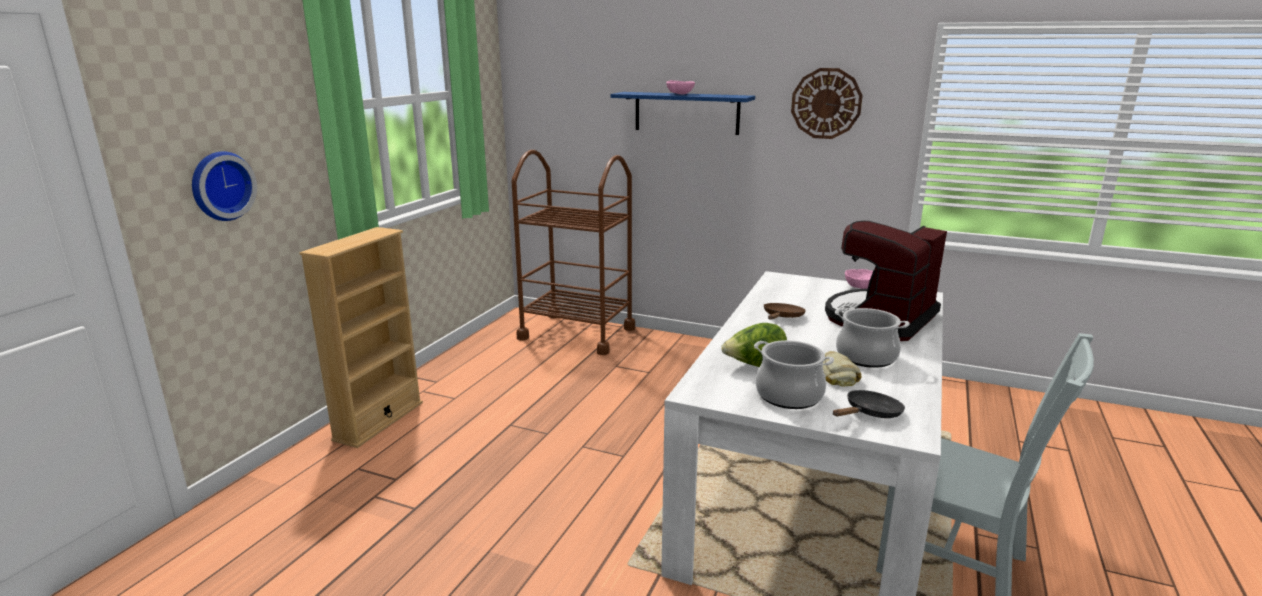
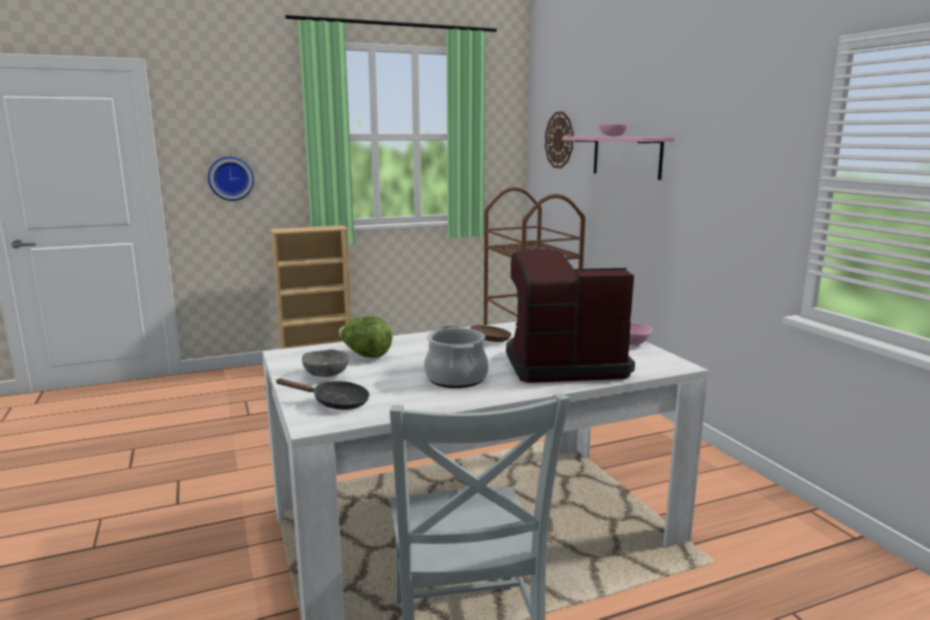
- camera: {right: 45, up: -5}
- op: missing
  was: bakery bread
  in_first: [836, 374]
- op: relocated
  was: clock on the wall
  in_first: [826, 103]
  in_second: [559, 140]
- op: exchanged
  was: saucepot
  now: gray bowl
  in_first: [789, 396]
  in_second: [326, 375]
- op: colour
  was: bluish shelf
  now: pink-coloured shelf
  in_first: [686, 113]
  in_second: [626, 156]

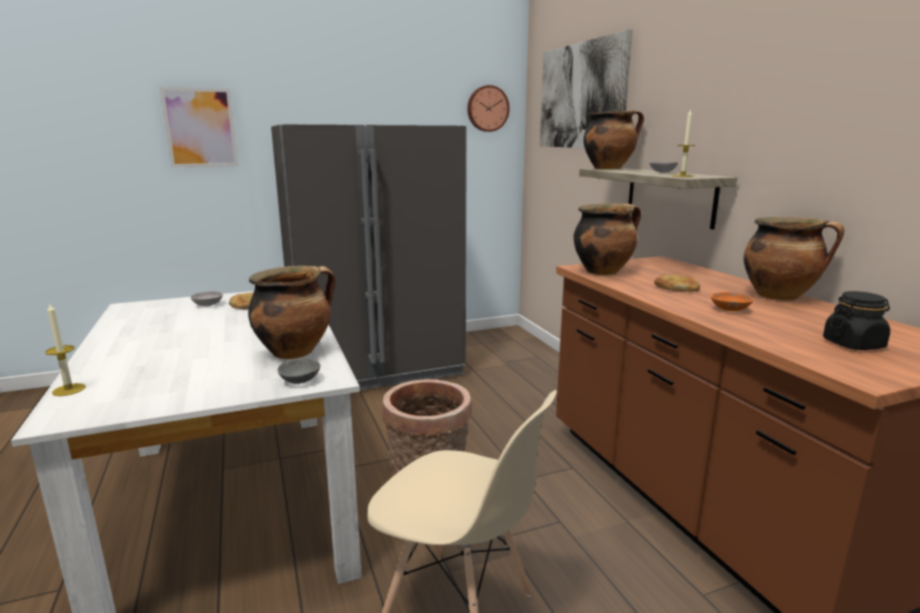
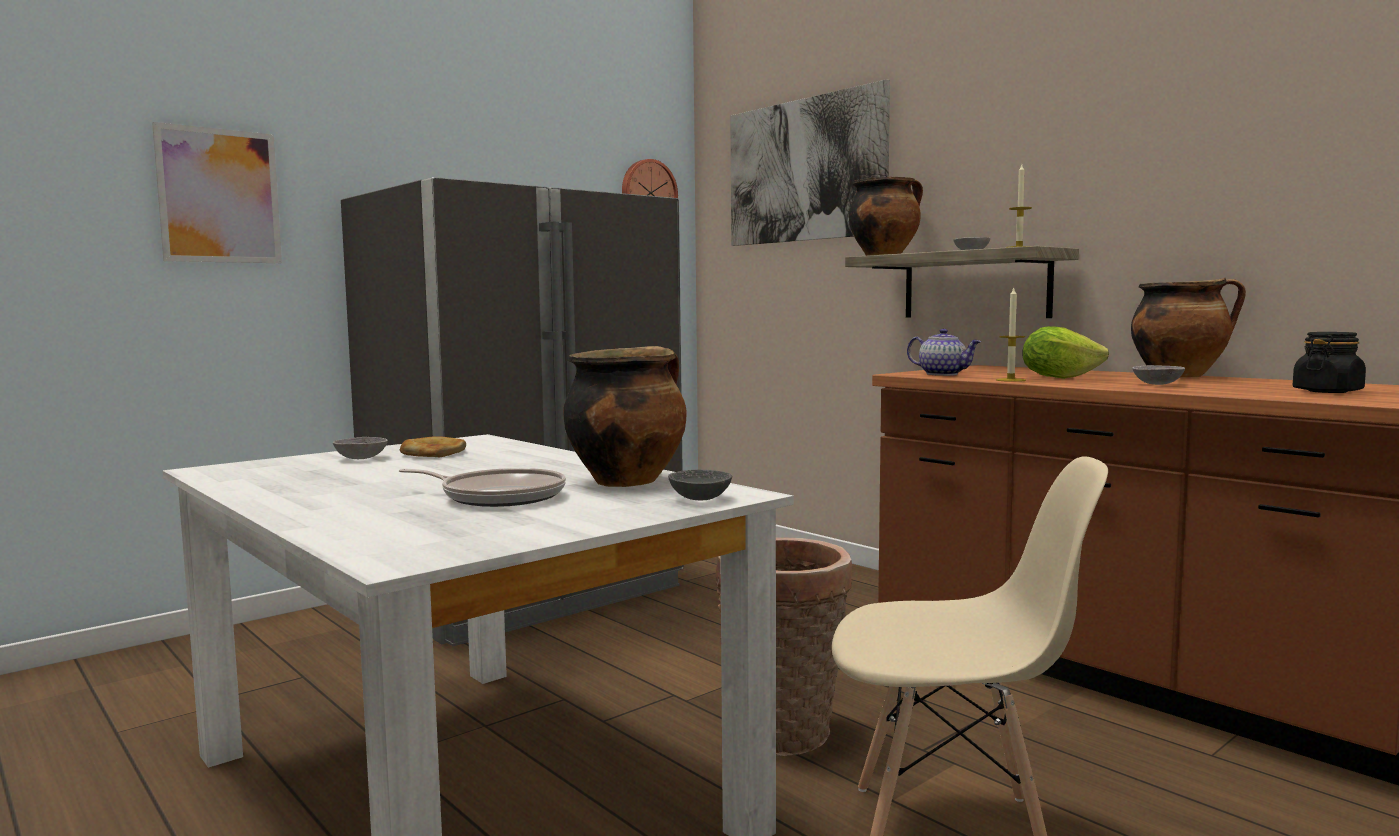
- camera: {right: -20, up: -10}
- op: appeared
  now: skillet
  in_second: [498, 496]
- op: relocated
  was: wax candle
  in_first: [69, 389]
  in_second: [1010, 380]
- op: exchanged
  was: saucepot
  now: teapot
  in_first: [603, 271]
  in_second: [943, 374]
- op: exchanged
  was: bakery bread
  now: head of lettuce
  in_first: [676, 287]
  in_second: [1058, 377]
- op: colour
  was: orangey bowl
  now: gray bowl
  in_first: [730, 310]
  in_second: [1157, 384]

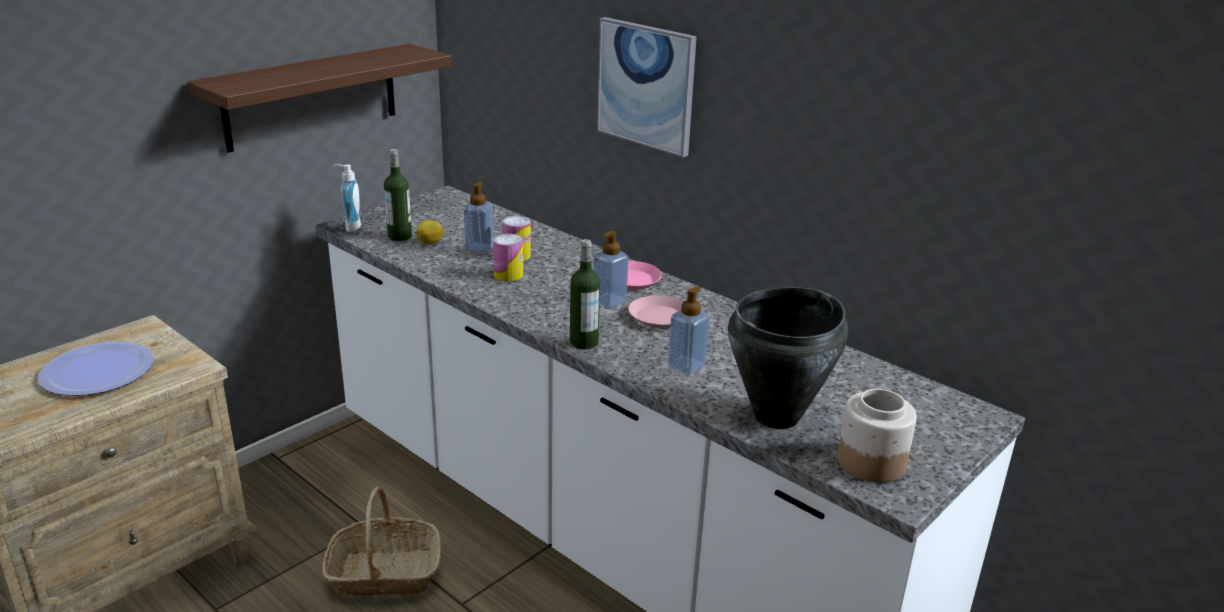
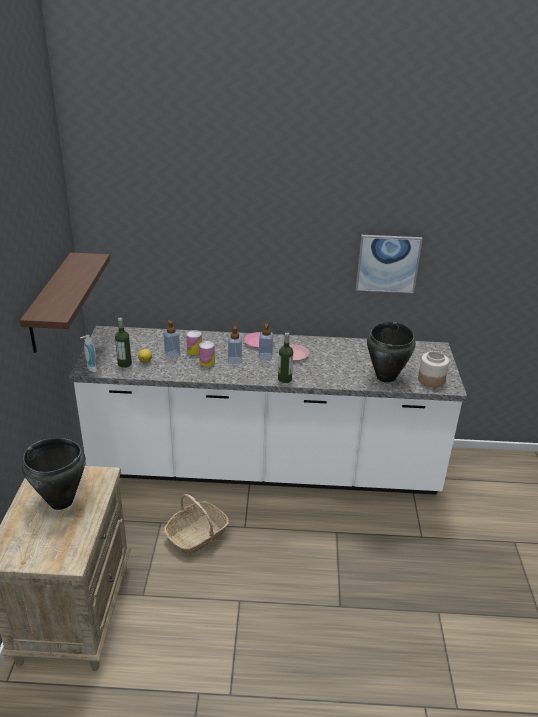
- camera: {right: -40, up: 5}
- op: relocated
  was: wall art
  in_first: [646, 85]
  in_second: [387, 263]
- op: relocated
  was: soap dispenser
  in_first: [686, 365]
  in_second: [234, 360]
- op: exchanged
  was: plate
  now: blackish saucepot
  in_first: [97, 371]
  in_second: [61, 502]

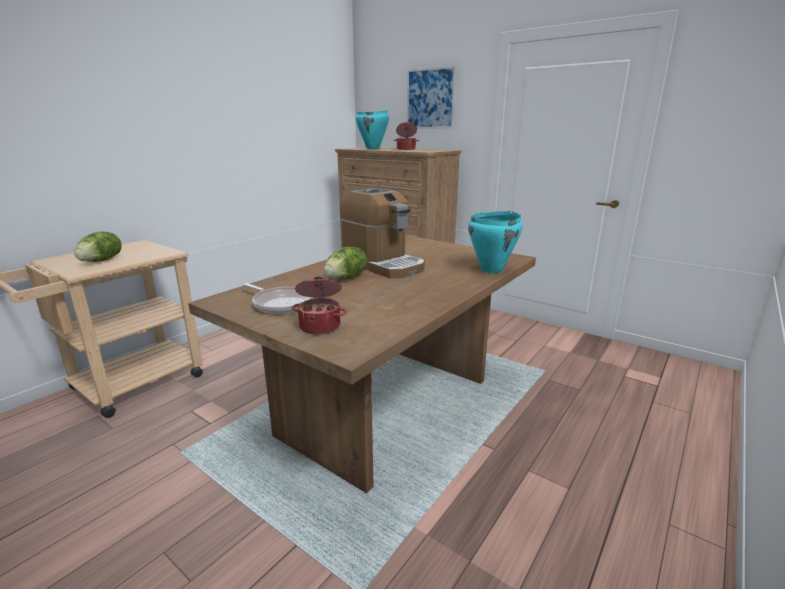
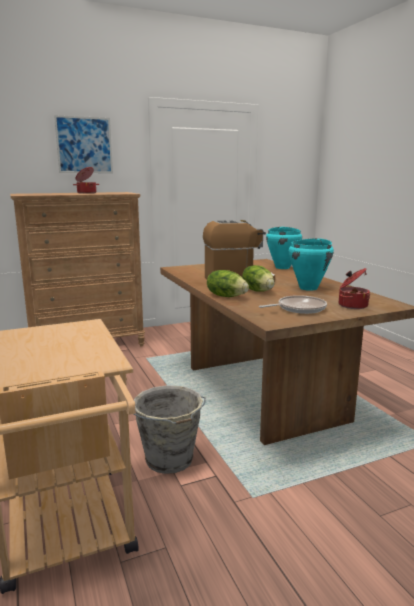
- camera: {right: -60, up: -5}
- op: appeared
  now: gray pail
  in_second: [170, 460]
- op: relocated
  was: head of lettuce
  in_first: [102, 261]
  in_second: [226, 296]
- op: relocated
  was: turquoise-coloured saucepot
  in_first: [373, 148]
  in_second: [309, 288]

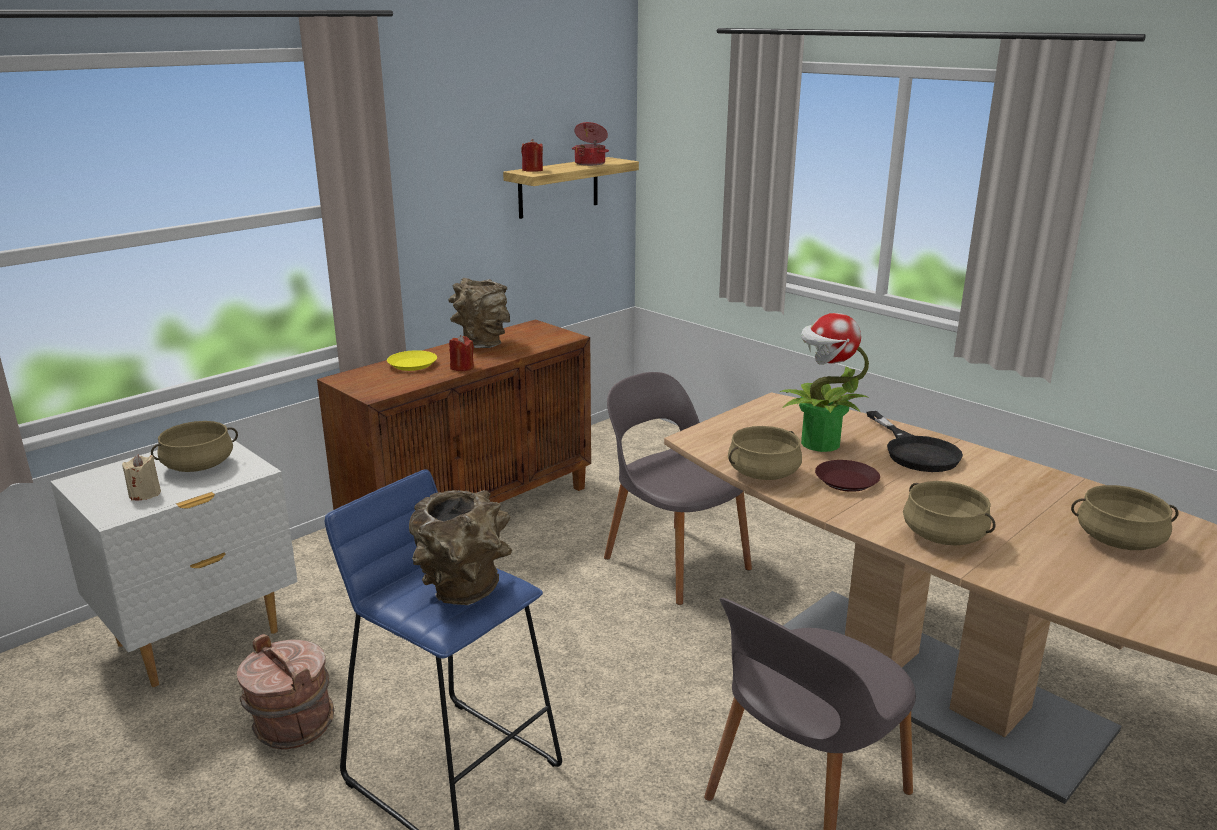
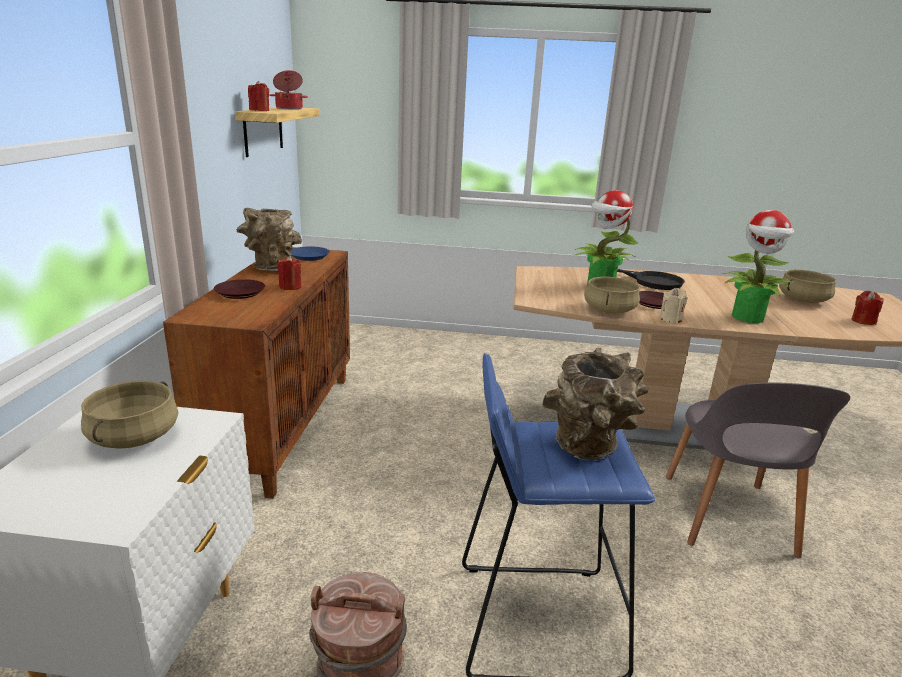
- camera: {right: -40, up: 0}
- op: missing
  was: gray chair
  in_first: [674, 561]
- op: appeared
  now: bluish plate
  in_second: [309, 256]
- op: appeared
  now: reddish wax candle
  in_second: [863, 321]
- op: relocated
  was: beige-coloured wax candle
  in_first: [145, 494]
  in_second: [670, 319]
- op: exchanged
  was: beige-coloured saucepot
  now: potted plant
  in_first: [944, 535]
  in_second: [748, 318]
- op: colour
  was: yellow-coloured plate
  now: brown-coloured plate
  in_first: [412, 365]
  in_second: [240, 293]

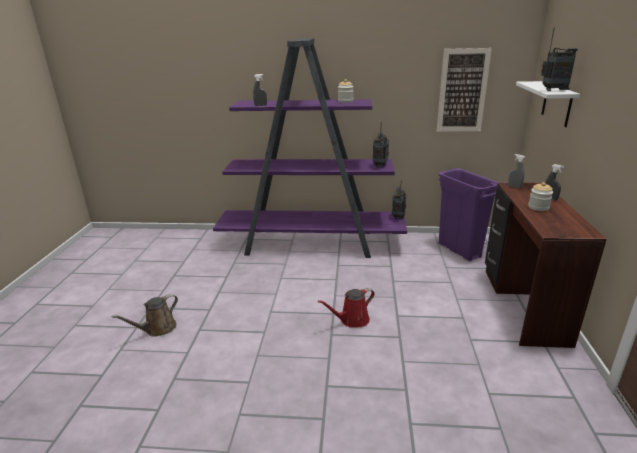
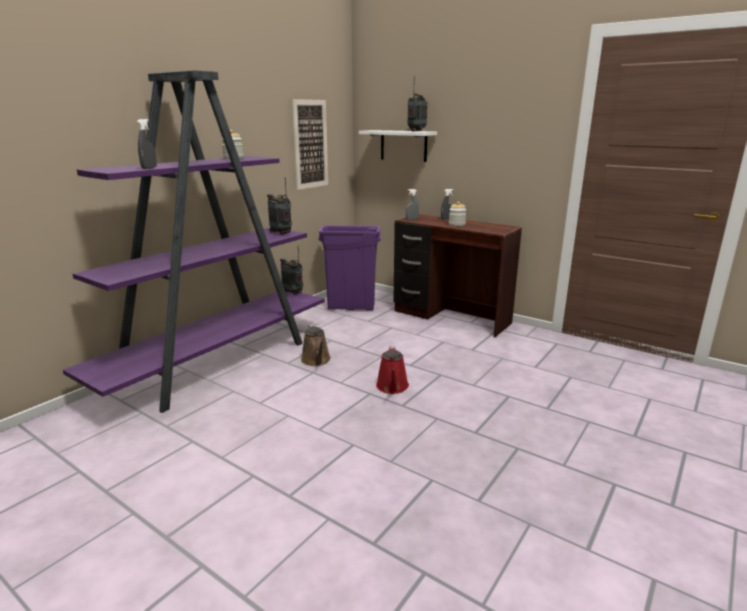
- camera: {right: -60, up: -5}
- op: relocated
  was: brown-coloured watering can
  in_first: [158, 329]
  in_second: [316, 361]

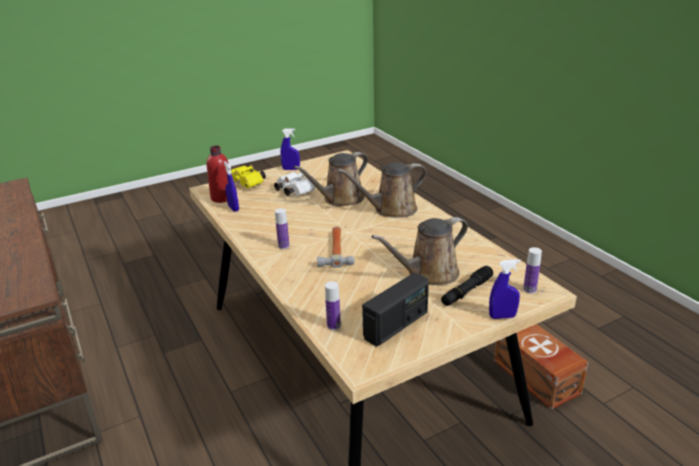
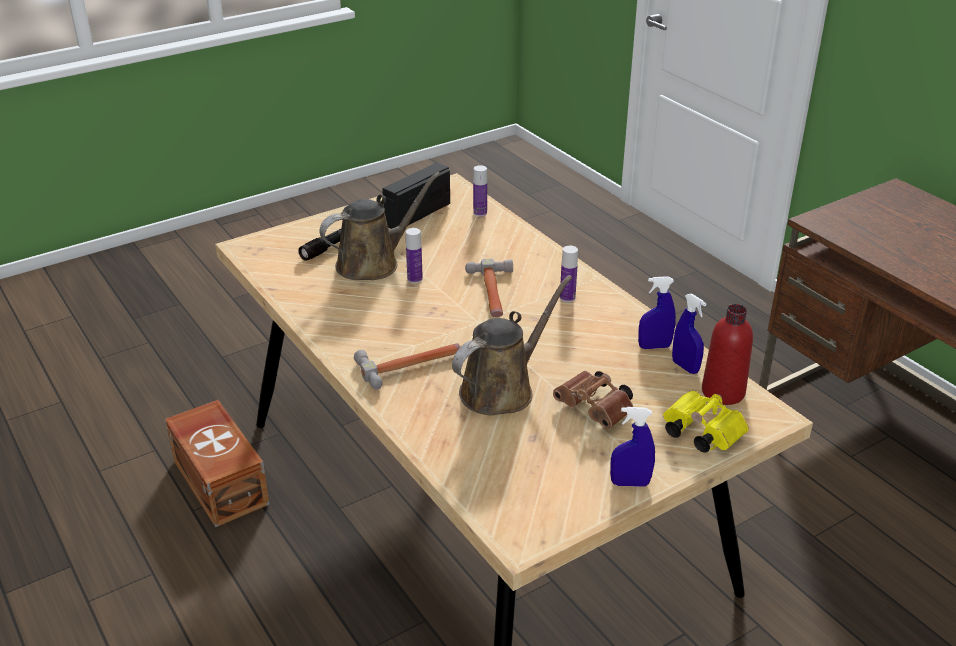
- camera: {right: 175, up: 5}
- op: relocated
  was: bluish spray bottle
  in_first: [502, 316]
  in_second: [654, 346]
- op: relocated
  was: beverage bottle
  in_first: [529, 289]
  in_second: [415, 279]
- op: exchanged
  was: brown-coloured watering can
  now: tool hammer
  in_first: [391, 209]
  in_second: [411, 365]
- op: colour
  was: whitish pair of binoculars
  now: brown-coloured pair of binoculars
  in_first: [293, 191]
  in_second: [596, 410]

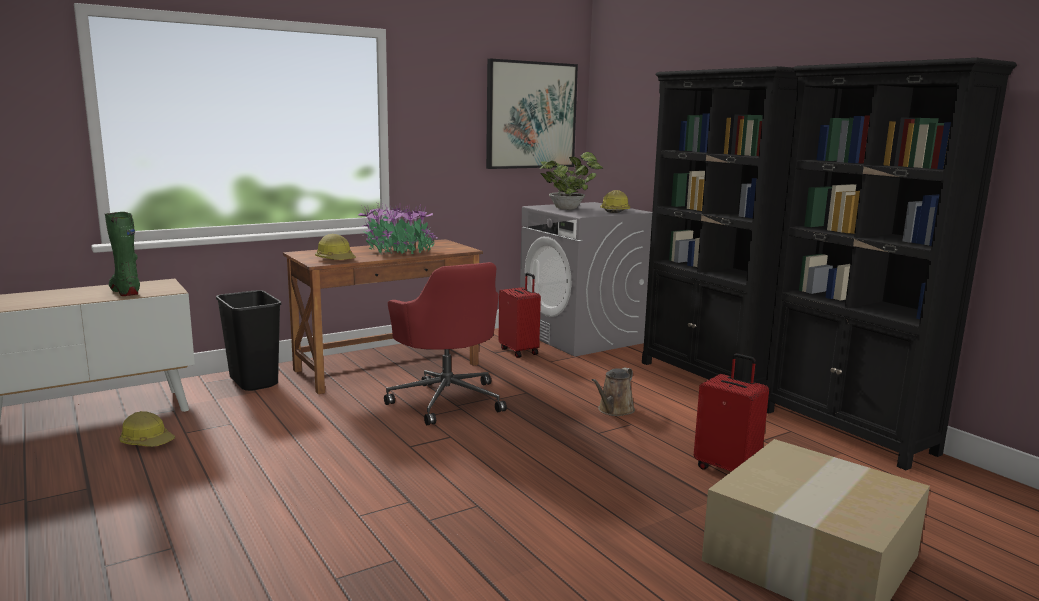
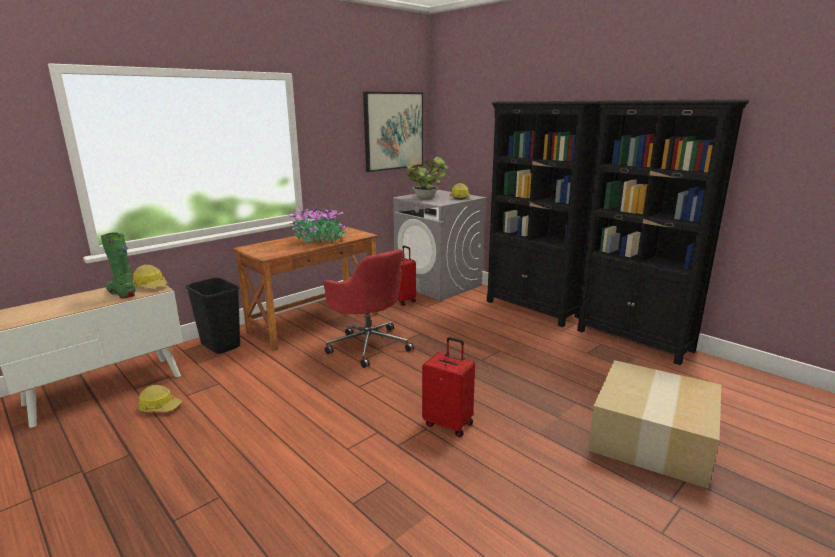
- camera: {right: -10, up: 5}
- op: missing
  was: brown-coloured watering can
  in_first: [614, 410]
- op: relocated
  was: safety helmet
  in_first: [336, 260]
  in_second: [151, 285]
- op: relocated
  was: reddish piece of luggage
  in_first: [728, 469]
  in_second: [449, 423]

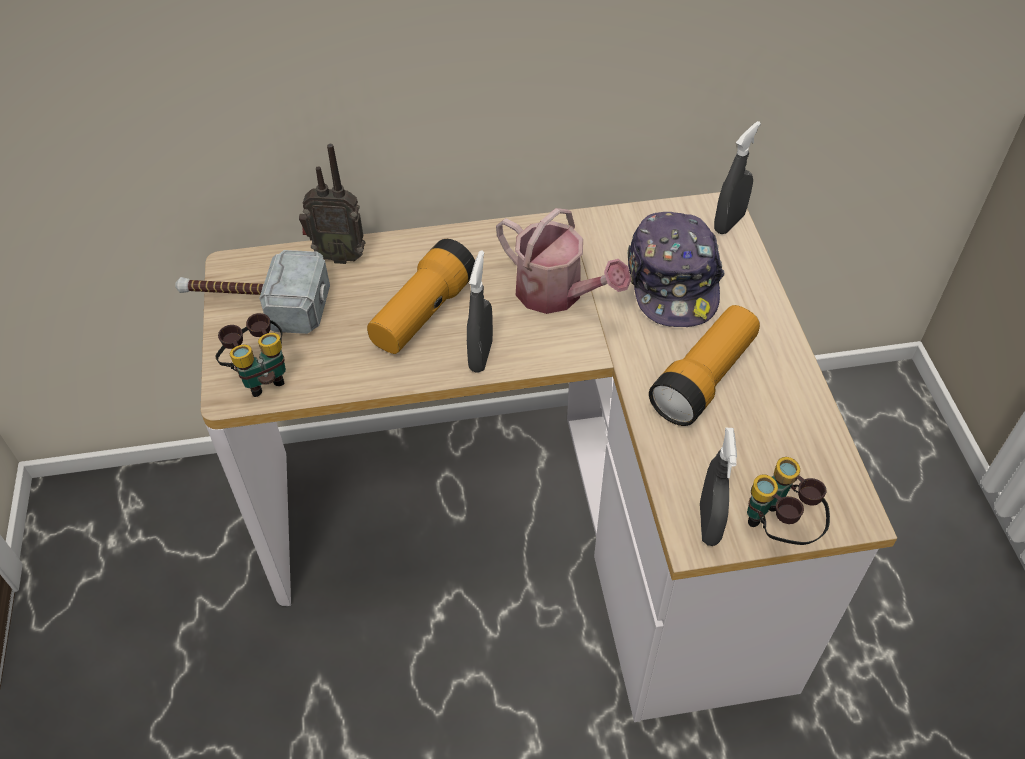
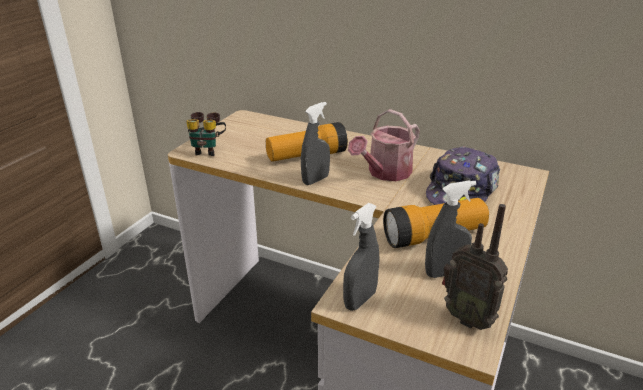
- camera: {right: 35, up: -20}
- op: missing
  was: tool hammer
  in_first: [255, 304]
- op: missing
  was: pair of binoculars
  in_first: [778, 530]
- op: relocated
  was: radio receiver
  in_first: [339, 255]
  in_second: [468, 317]
- op: relocated
  was: gray spray bottle
  in_first: [729, 223]
  in_second: [444, 272]
- op: spun
  was: watering can
  in_first: [557, 294]
  in_second: [385, 173]
  clockwise: 60

